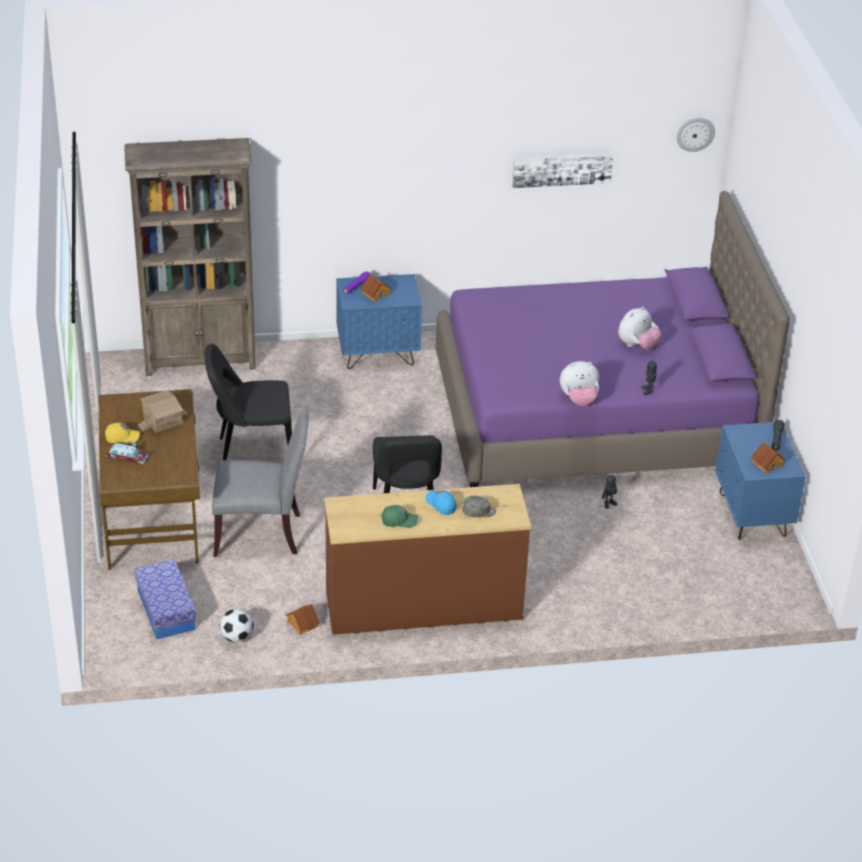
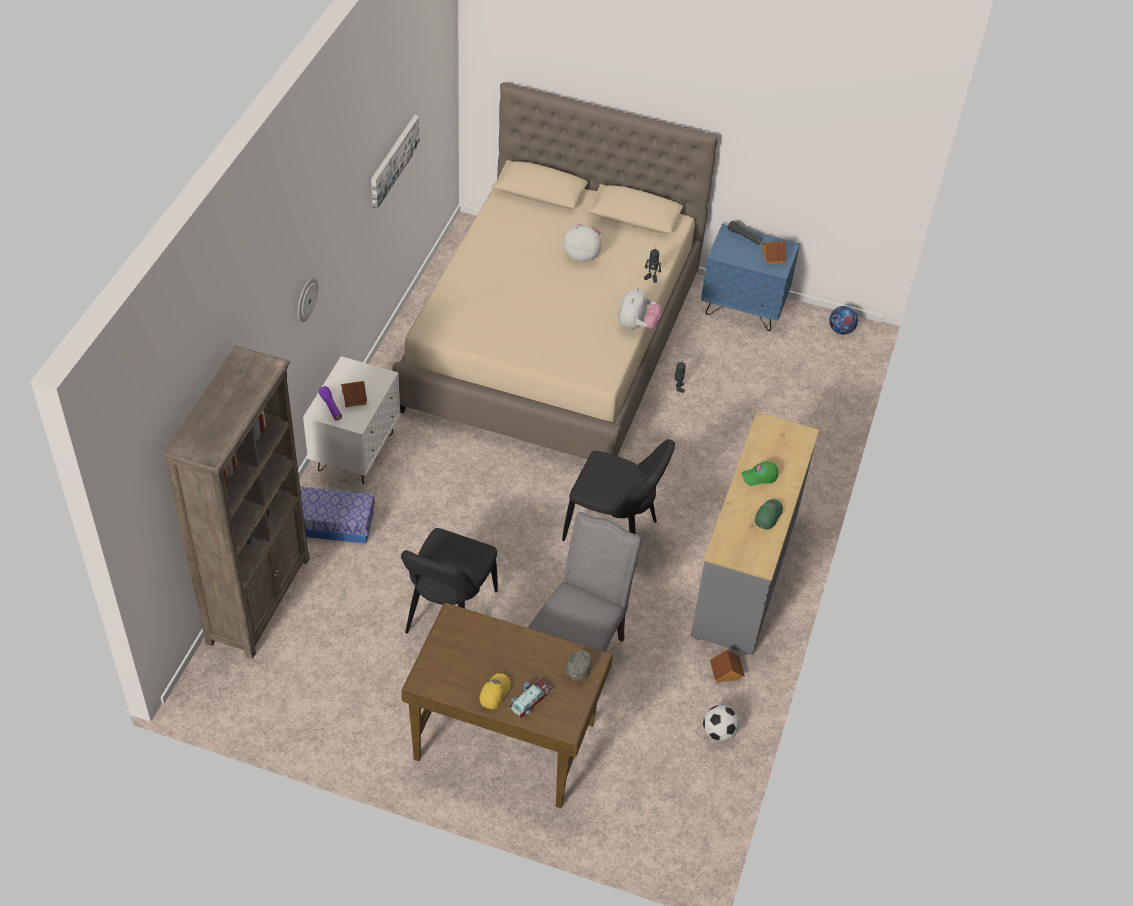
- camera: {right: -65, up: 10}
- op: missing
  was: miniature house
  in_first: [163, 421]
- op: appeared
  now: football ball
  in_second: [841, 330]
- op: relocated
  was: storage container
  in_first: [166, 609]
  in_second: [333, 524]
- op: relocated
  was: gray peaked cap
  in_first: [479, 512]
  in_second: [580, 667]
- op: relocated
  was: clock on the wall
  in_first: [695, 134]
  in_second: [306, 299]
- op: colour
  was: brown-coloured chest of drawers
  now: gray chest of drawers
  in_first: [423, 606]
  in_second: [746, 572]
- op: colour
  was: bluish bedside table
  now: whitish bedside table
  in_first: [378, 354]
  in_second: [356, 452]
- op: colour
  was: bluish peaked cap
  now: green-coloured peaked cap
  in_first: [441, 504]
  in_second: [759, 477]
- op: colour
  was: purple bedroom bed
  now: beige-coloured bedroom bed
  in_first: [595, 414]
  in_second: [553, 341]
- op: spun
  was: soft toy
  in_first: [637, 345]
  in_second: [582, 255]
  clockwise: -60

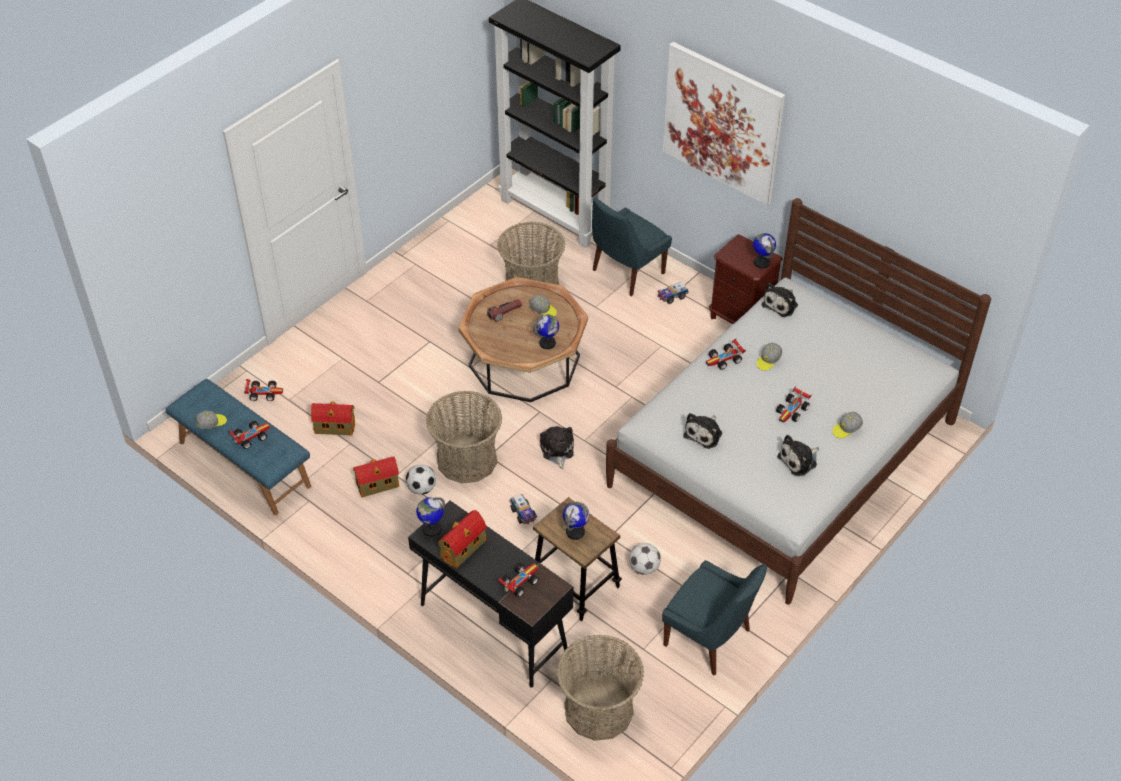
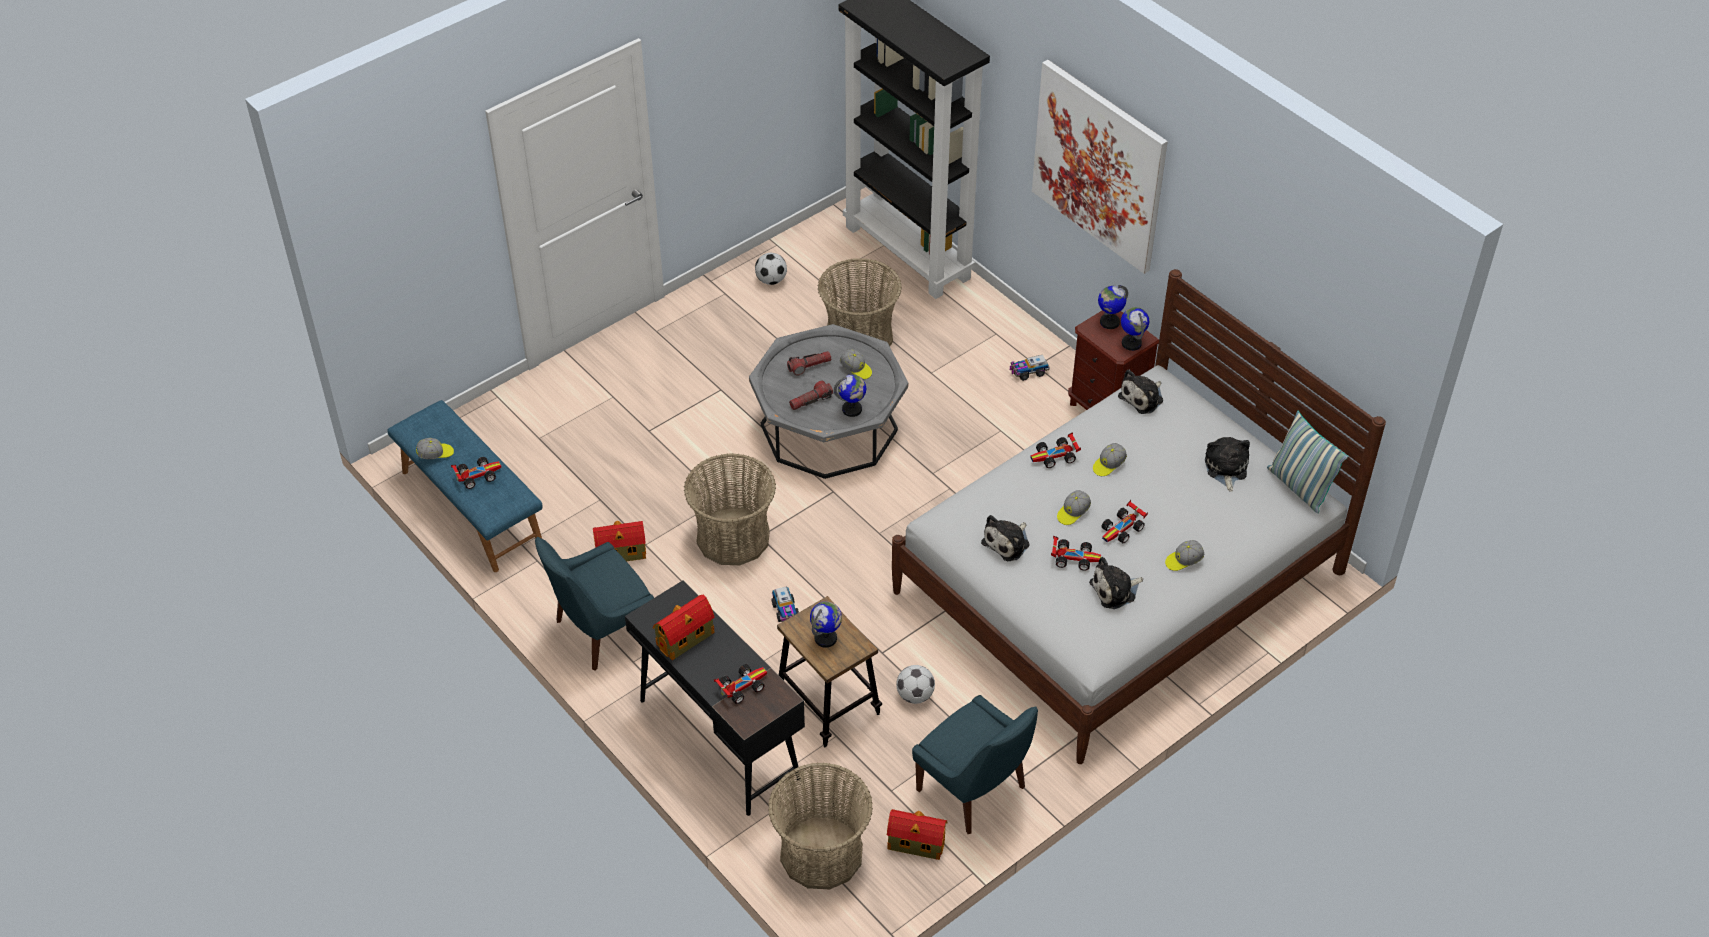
- camera: {right: 10, up: 0}
- op: appeared
  now: torch
  in_second: [811, 401]
- op: appeared
  now: peaked cap
  in_second: [1073, 512]
- op: appeared
  now: throw pillow
  in_second: [1299, 487]
- op: relocated
  was: model car
  in_first: [264, 393]
  in_second: [1074, 557]
- op: relocated
  was: miniature house
  in_first: [334, 427]
  in_second: [914, 843]
- op: relocated
  was: football ball
  in_first: [421, 488]
  in_second: [771, 280]
- op: relocated
  was: desk globe
  in_first: [431, 529]
  in_second: [1109, 322]
- op: relocated
  was: soft toy
  in_first: [557, 450]
  in_second: [1225, 468]
- op: relocated
  was: bluish chair
  in_first: [626, 273]
  in_second: [601, 632]
- op: colour
  was: brown-coloured lounge table
  now: gray lounge table
  in_first: [524, 361]
  in_second: [829, 427]

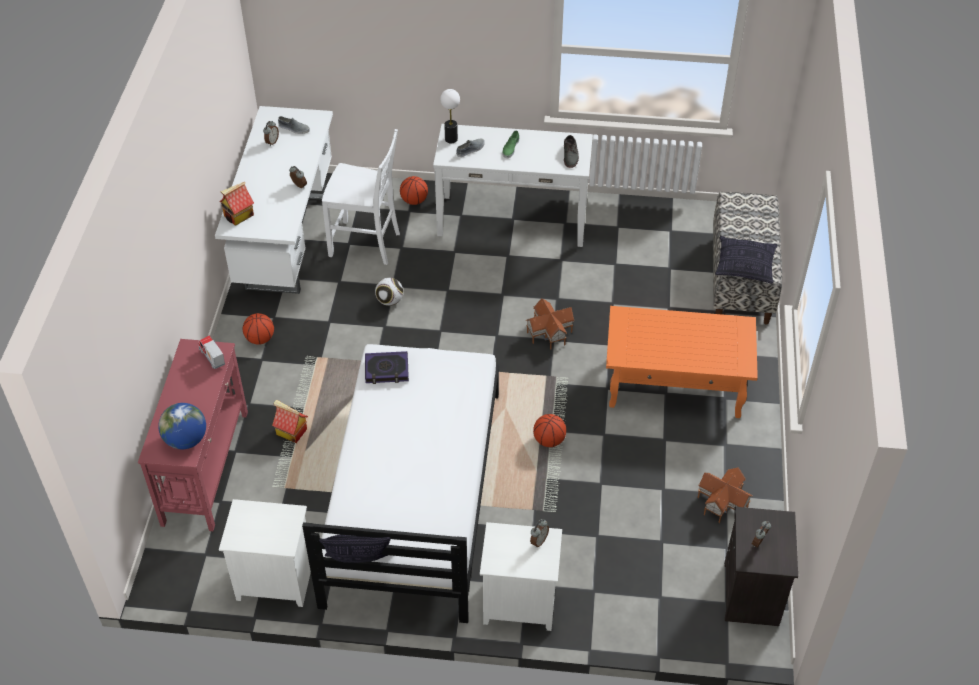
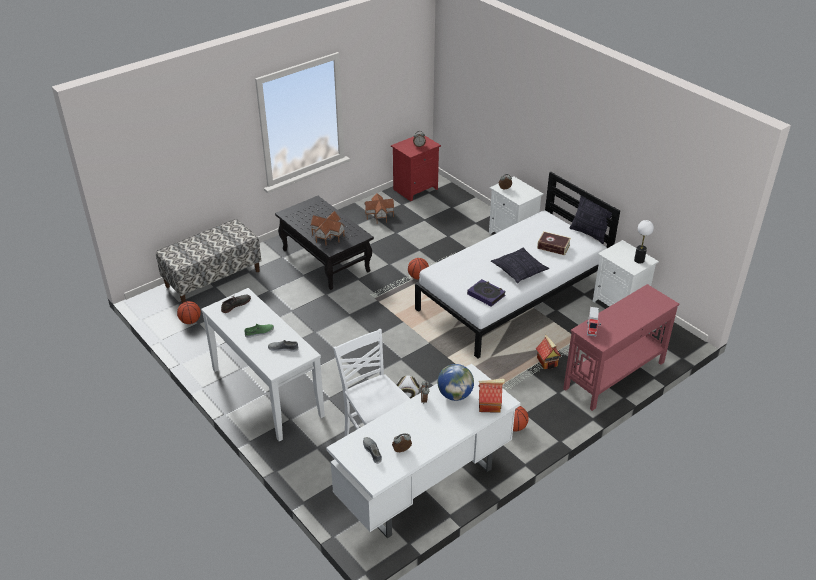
- camera: {right: -135, up: -10}
- op: appeared
  now: book
  in_second: [553, 247]
- op: relocated
  was: desk globe
  in_first: [186, 440]
  in_second: [455, 395]
- op: relocated
  was: basketball
  in_first: [414, 201]
  in_second: [190, 321]
- op: relocated
  was: tabletop lamp
  in_first: [451, 139]
  in_second: [639, 260]
- op: relocated
  was: miniature house
  in_first: [549, 333]
  in_second: [329, 235]
- op: relocated
  was: throw pillow
  in_first: [744, 266]
  in_second: [519, 271]
- op: colour
  was: orangey lounge table
  now: blackish lounge table
  in_first: [676, 384]
  in_second: [325, 260]
- op: colour
  was: blackish bedside table
  now: reddish bedside table
  in_first: [752, 595]
  in_second: [415, 189]

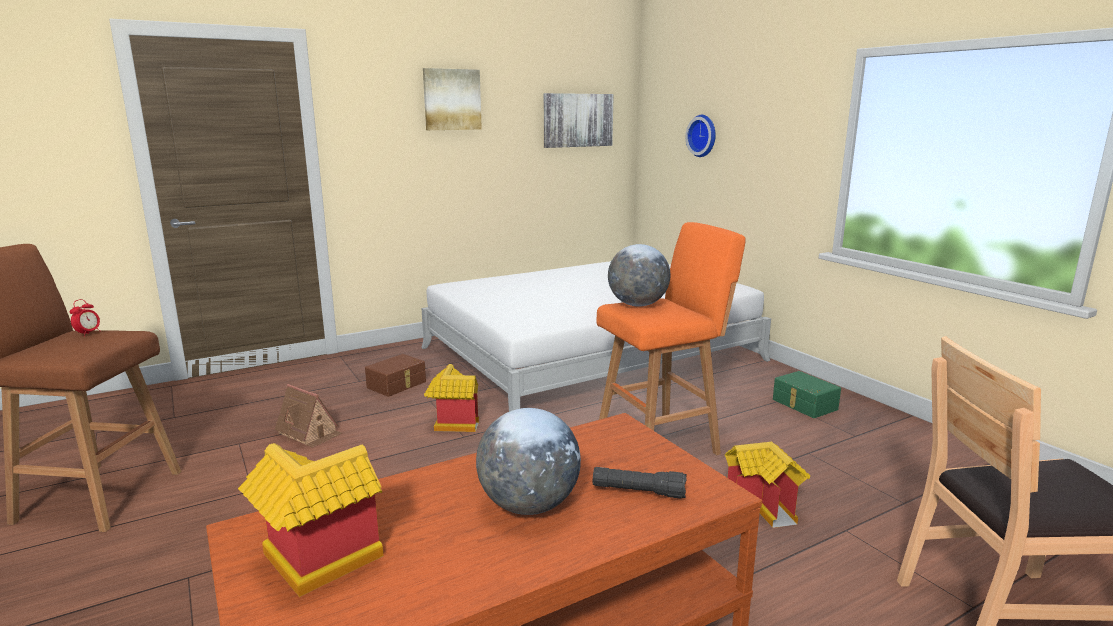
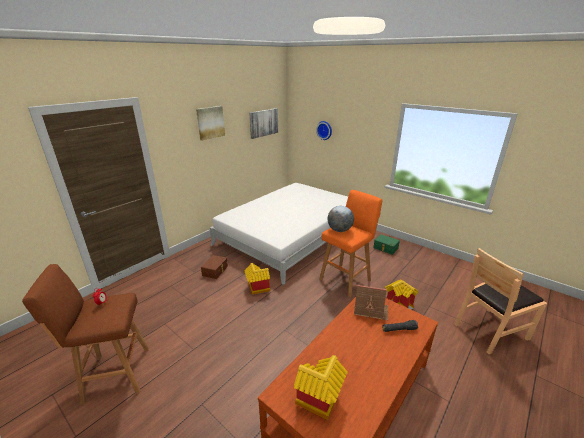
- camera: {right: -20, up: 10}
- op: missing
  was: desk globe
  in_first: [529, 505]
- op: relocated
  was: miniature house
  in_first: [309, 433]
  in_second: [370, 310]

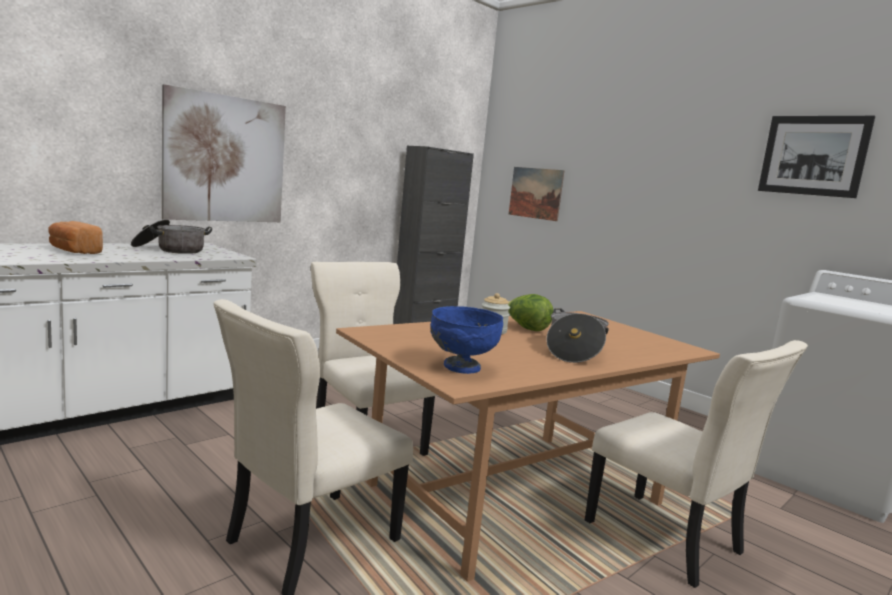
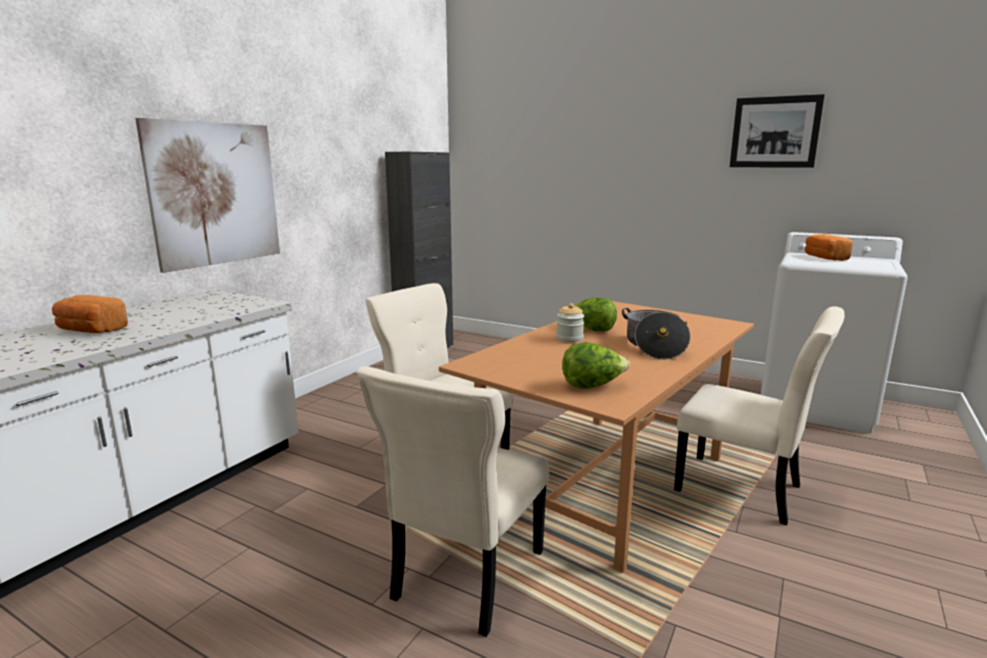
- camera: {right: -15, up: 5}
- op: missing
  was: saucepot
  in_first: [170, 250]
- op: missing
  was: wall art
  in_first: [535, 193]
- op: appeared
  now: bakery bread
  in_second: [824, 258]
- op: exchanged
  was: bluish bowl
  now: head of lettuce
  in_first: [461, 367]
  in_second: [592, 386]

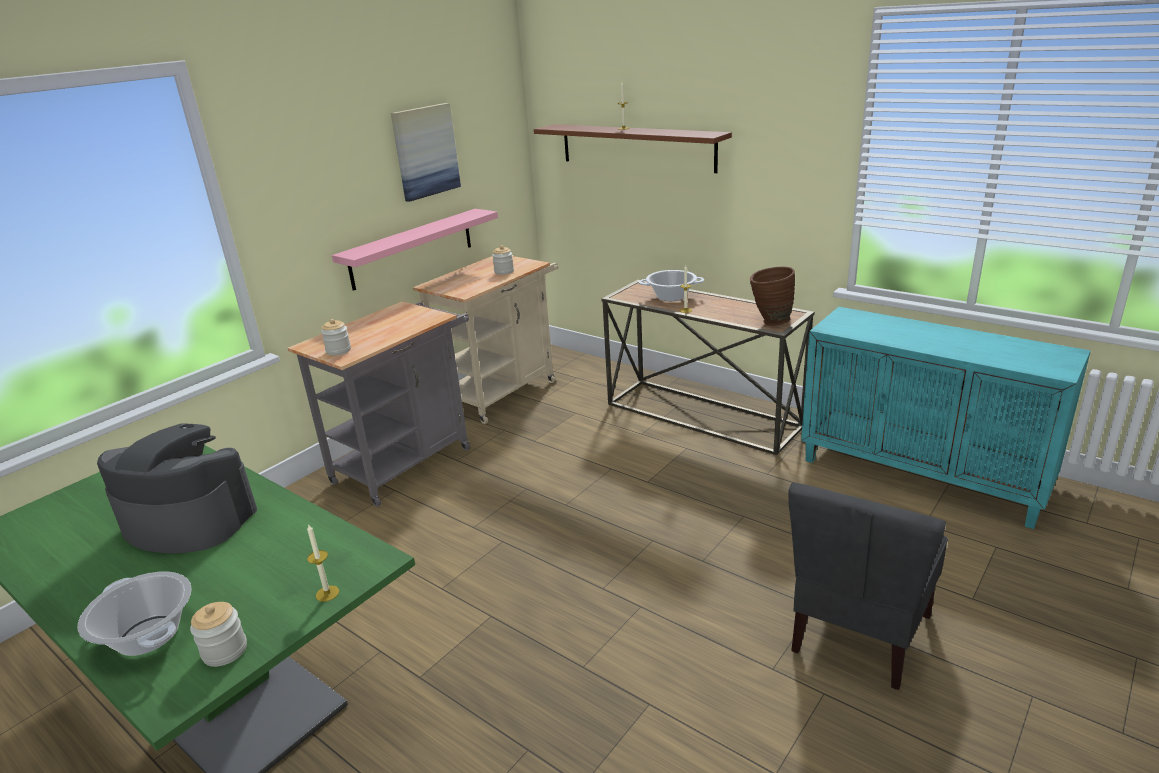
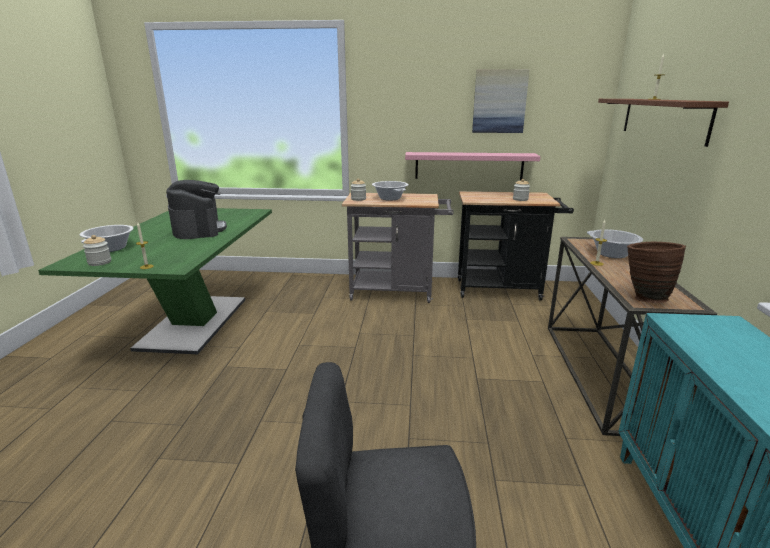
- camera: {right: 55, up: -5}
- op: appeared
  now: saucepot
  in_second: [390, 198]
- op: colour
  was: beige-coloured cart
  now: blackish cart
  in_first: [503, 391]
  in_second: [503, 289]

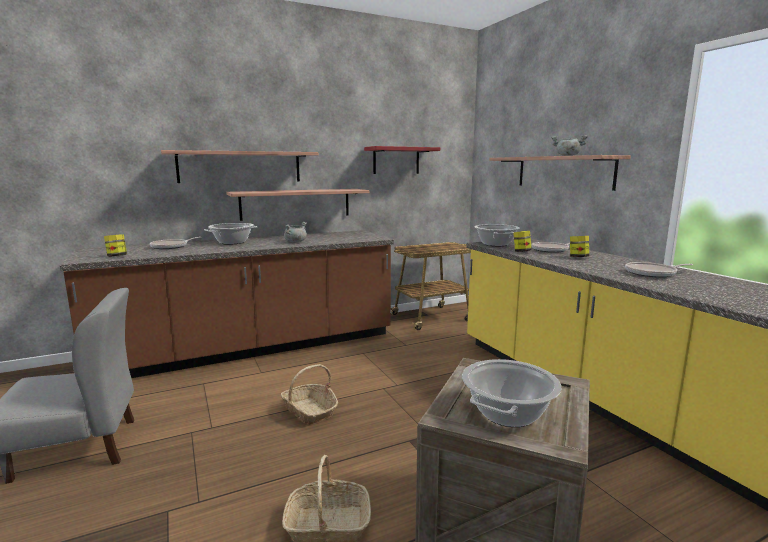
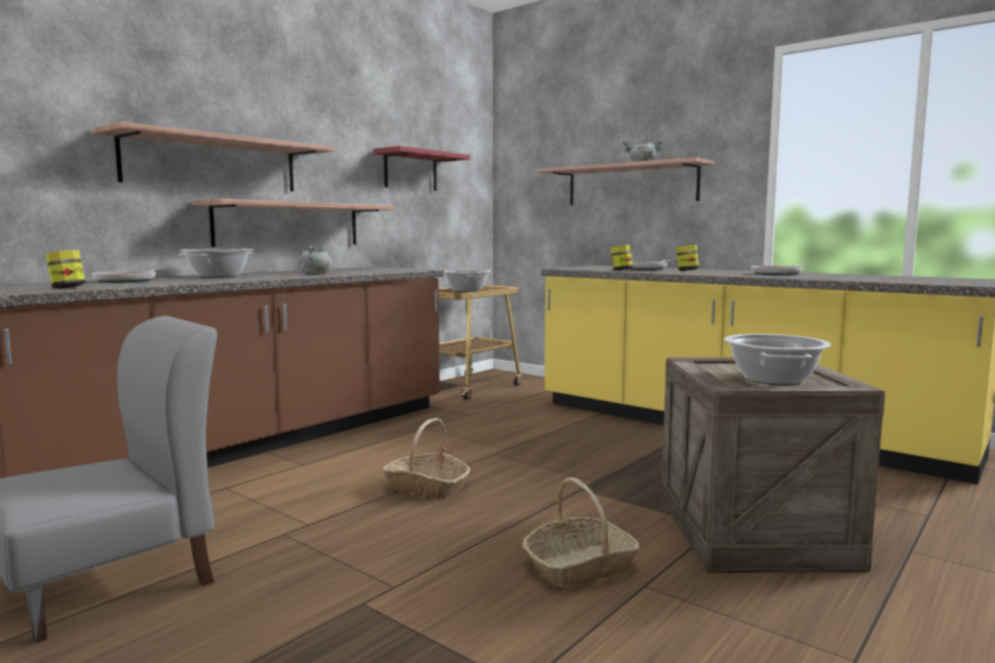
- camera: {right: -25, up: -5}
- op: relocated
  was: saucepot
  in_first: [495, 244]
  in_second: [466, 290]

